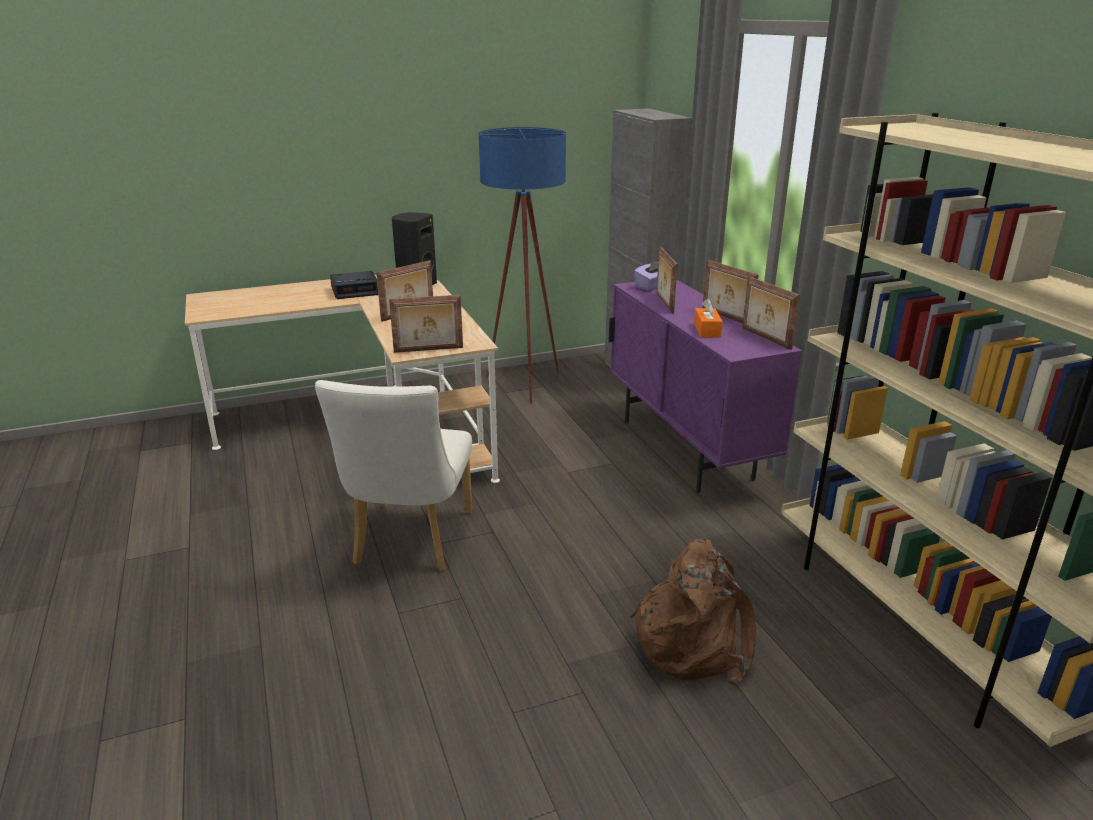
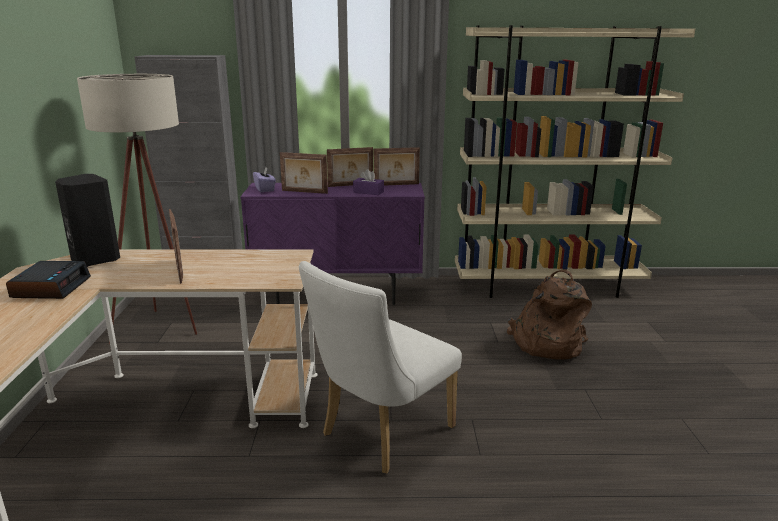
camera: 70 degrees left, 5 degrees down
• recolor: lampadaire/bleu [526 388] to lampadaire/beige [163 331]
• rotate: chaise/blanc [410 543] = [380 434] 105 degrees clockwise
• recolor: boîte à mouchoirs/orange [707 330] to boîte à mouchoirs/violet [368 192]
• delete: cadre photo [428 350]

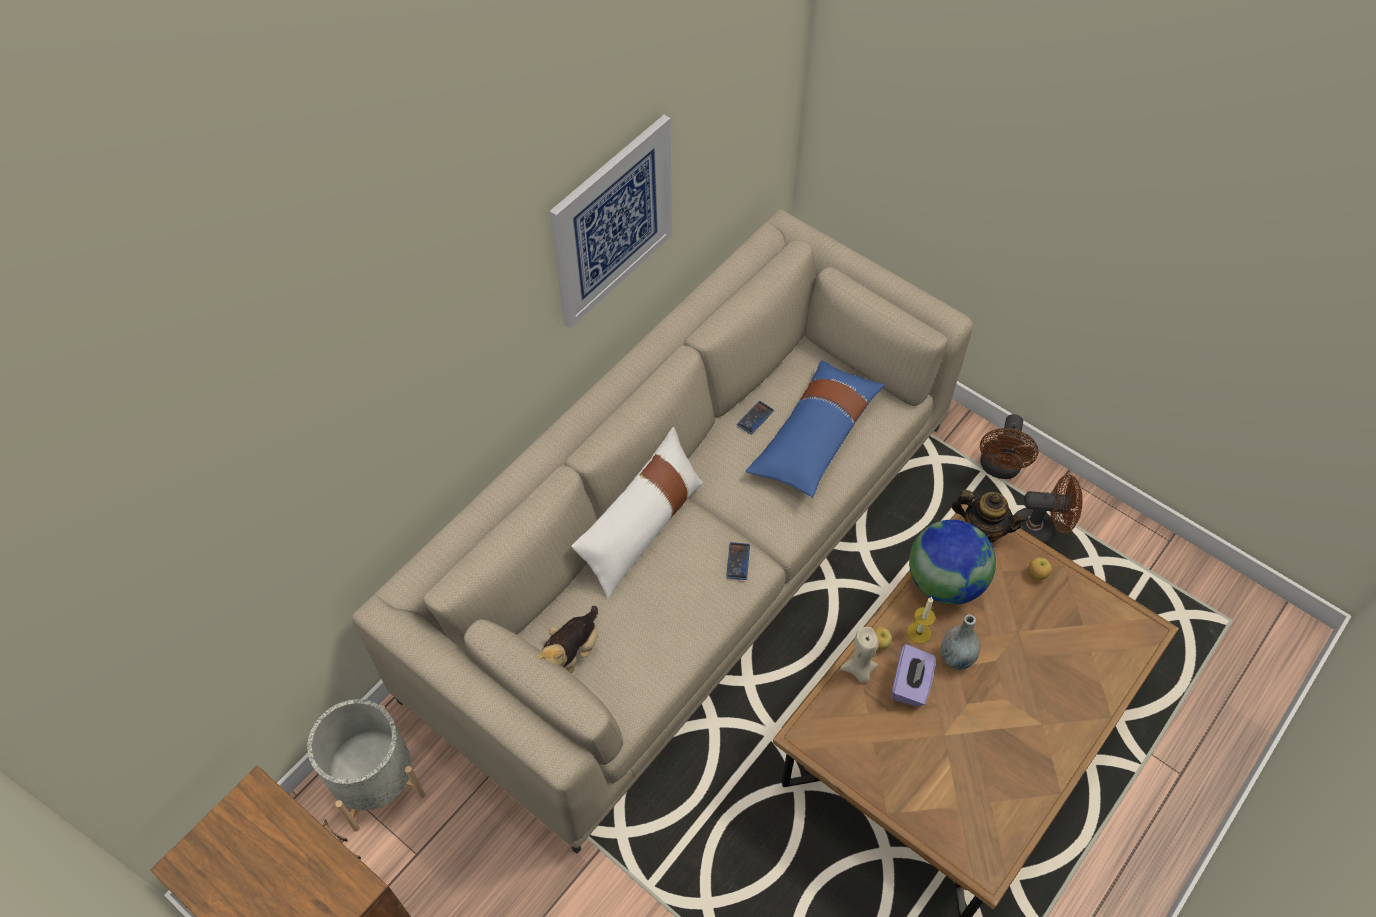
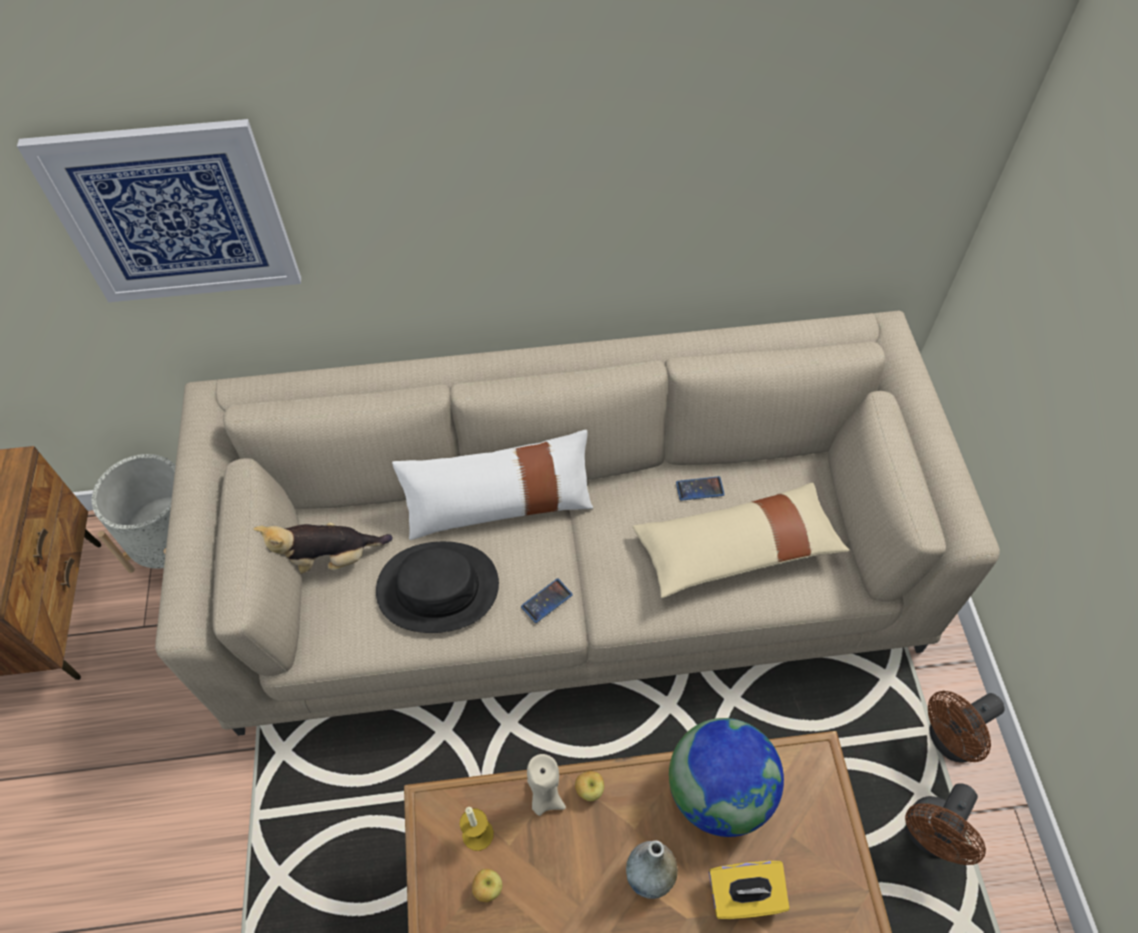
camera: 45 degrees right, 0 degrees up
• move: tableau [612 222] to [173 214]
• insert: chapeau/noir [438 587]
• move: bougie [919 632] to [477 834]
• move: pomme [1037 574] to [488 888]
• recolor: coussin/bleu [815 437] to coussin/beige [737 549]
• insert: boîte à mouchoirs/jaune [744 895]
• rotate: ventilateur/marron [1039 531] = [929 837] 75 degrees clockwise
• delete: boîte à mouchoirs/violet [910 684]
• delete: théière [982 530]

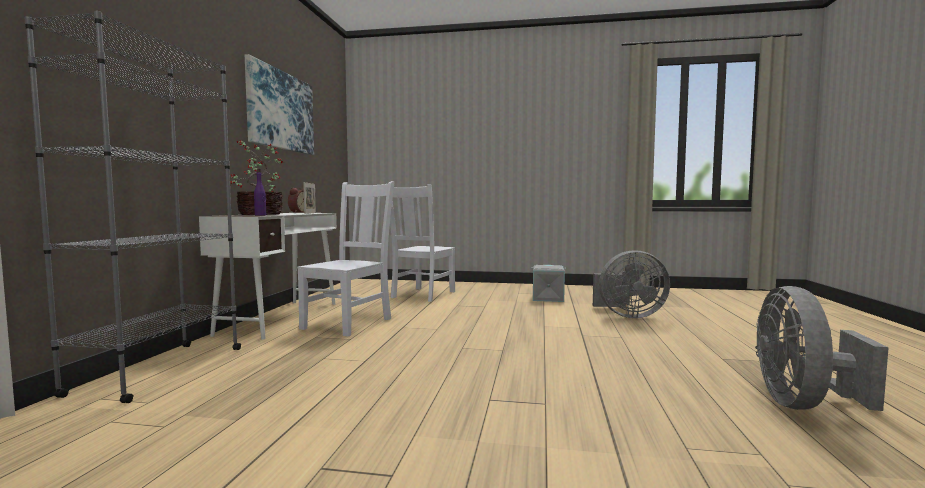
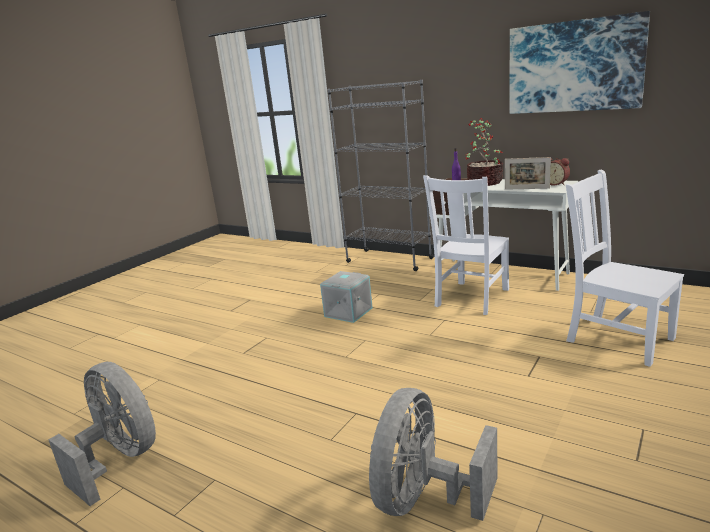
camera: 115 degrees right, 15 degrees up
• move: boîte de rangement/gris [547 298] to [348 312]
• rotate: chaise/blanc [349 323] = [471 299] 75 degrees clockwise

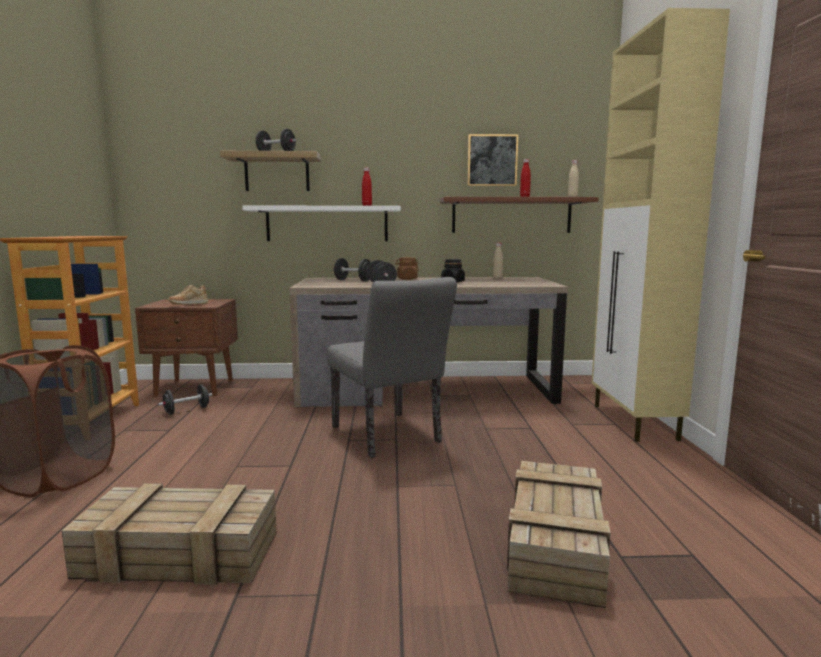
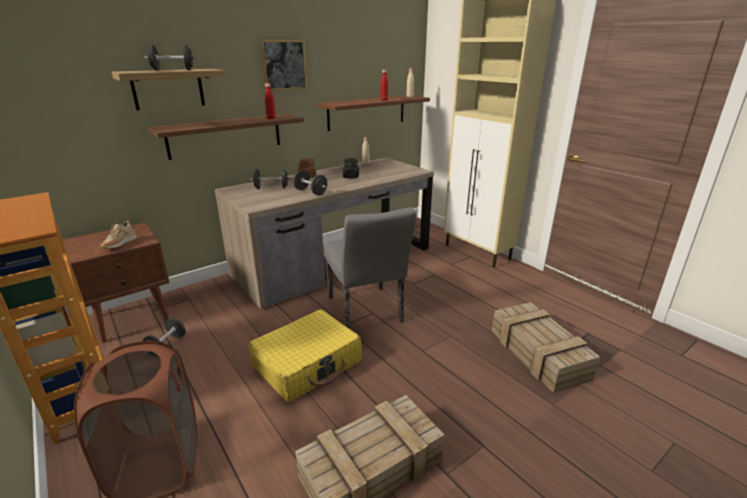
camera: 35 degrees left, 15 degrees up
• recolor: étagère/blanc [327 224] to étagère/marron [225 135]
• insert: valise/jaune [308 364]
• move: tableau [492 160] to [284 65]
• rotate: chaise/gris [389 437] = [366 313] 45 degrees clockwise

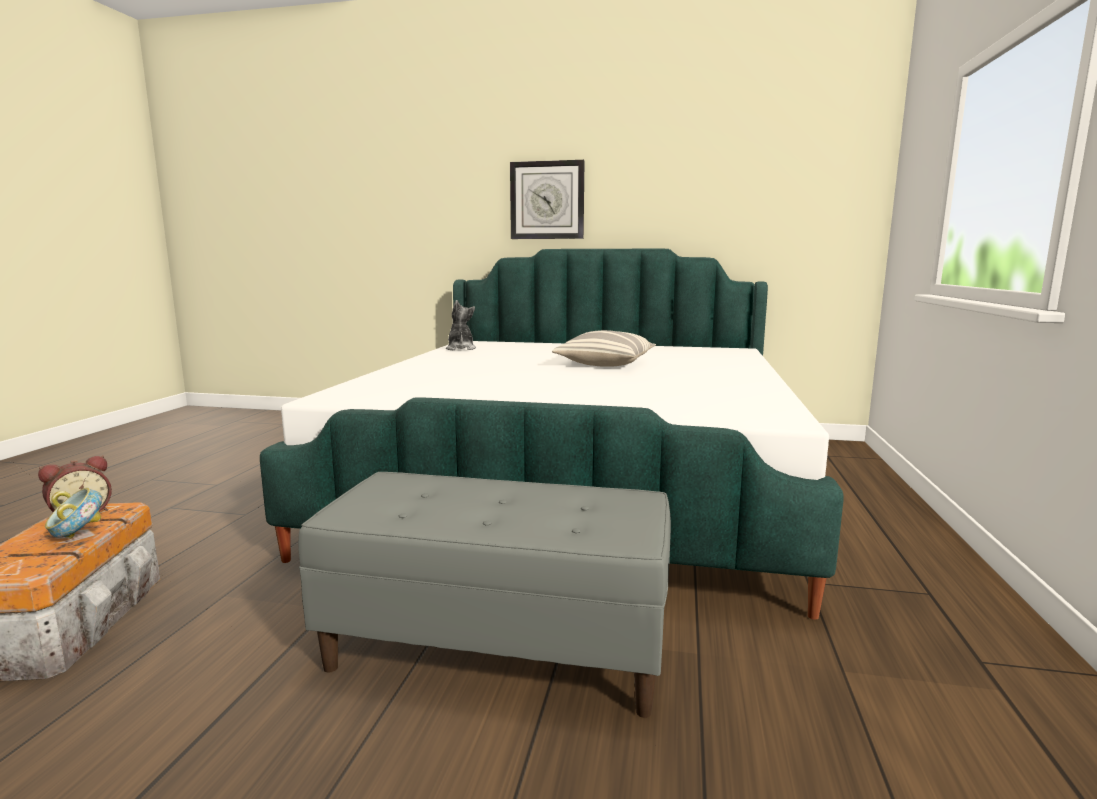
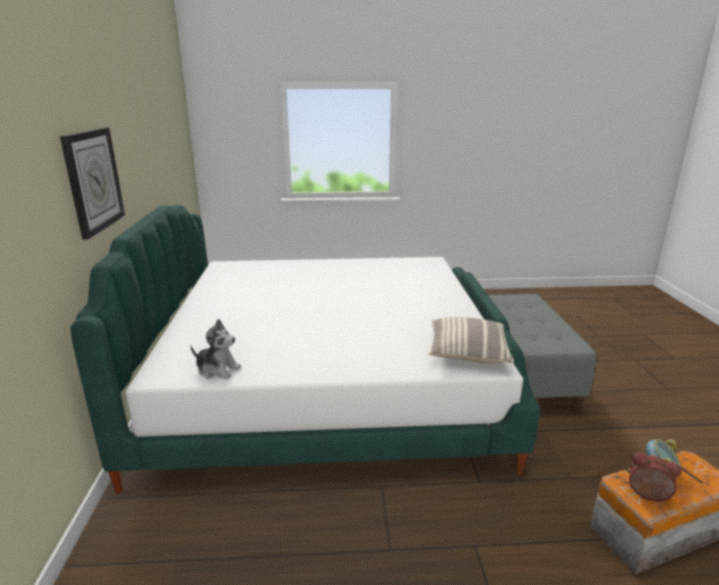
camera: 105 degrees left, 10 degrees up
• rotate: peluche [460 348] = [217 370] 135 degrees counterclockwise
• move: coussin [605 363] to [467 352]

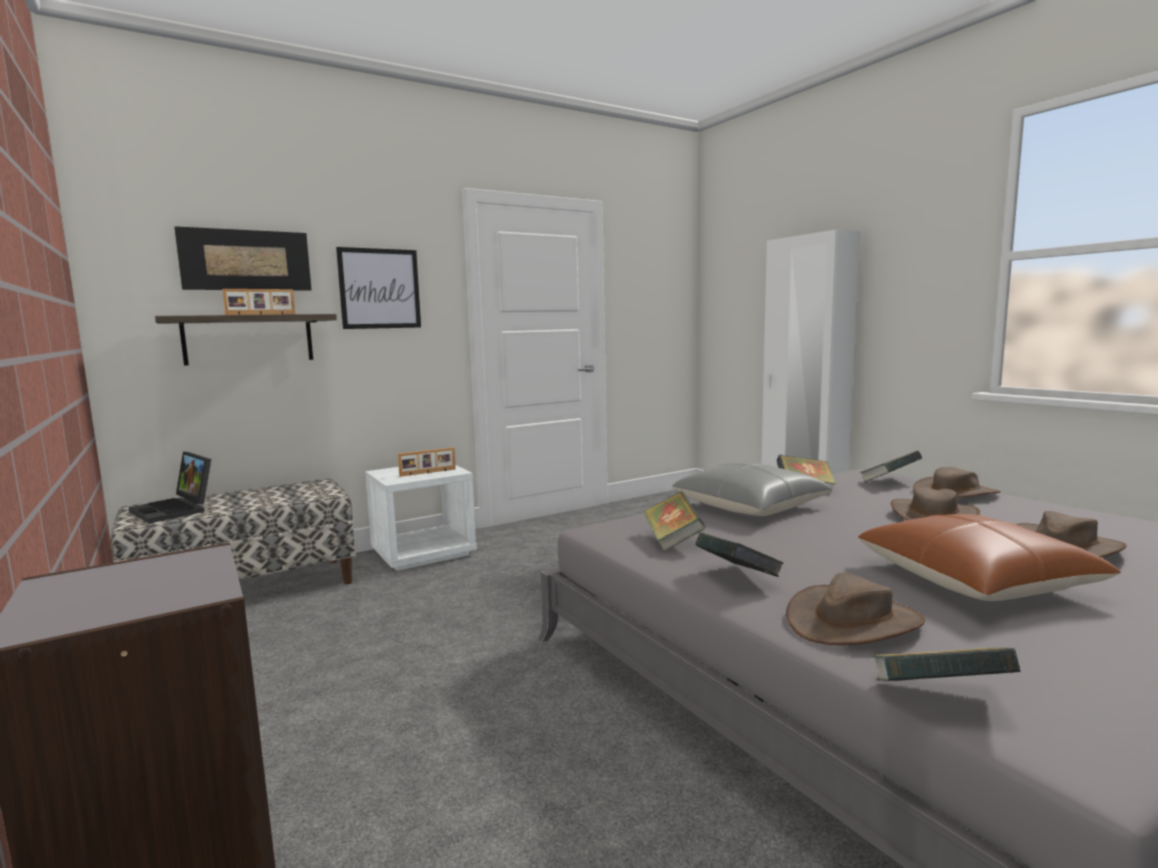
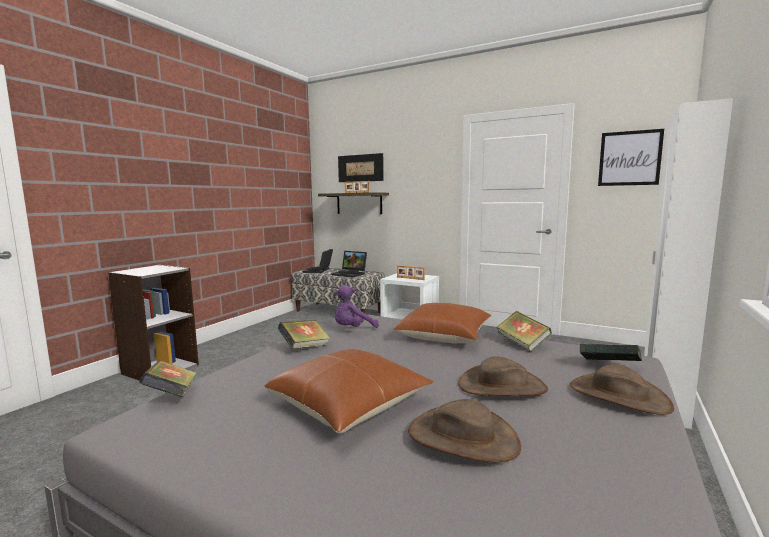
camera: 60 degrees right, 0 degrees up
• insert: ordinateur portable [350 274]
• replace: livre [672 540] to peluche/violet [353 329]
• recolor: coussin/gris [749 506] to coussin/marron [444 335]
• move: tableau [379 288] to [629 158]
• delete: chapeau/marron [853 621]

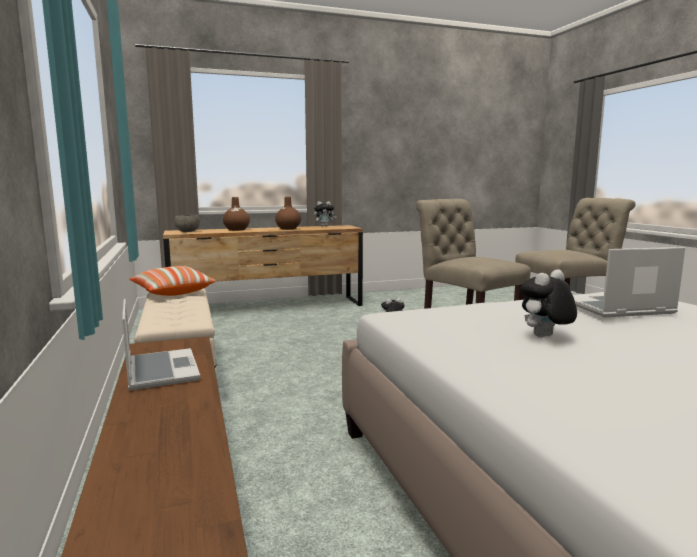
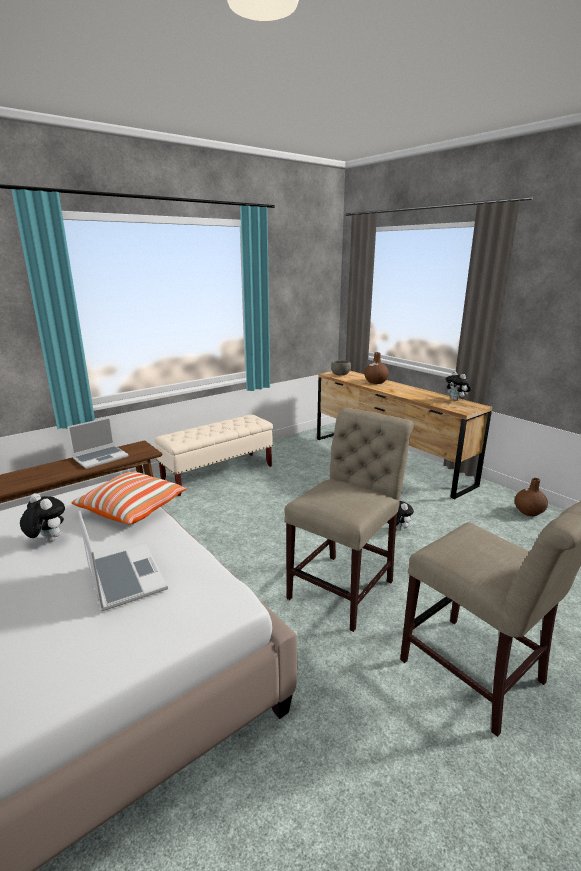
camera: 70 degrees right, 10 degrees up
• move: coussin [172 292] to [133 508]
• move: vase/marron [288 228] to [529 512]

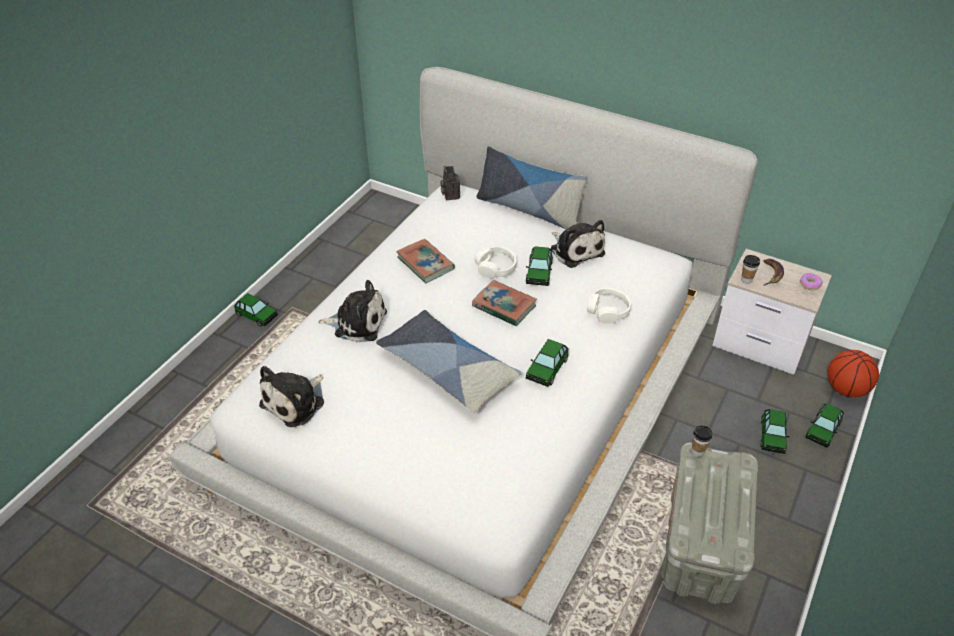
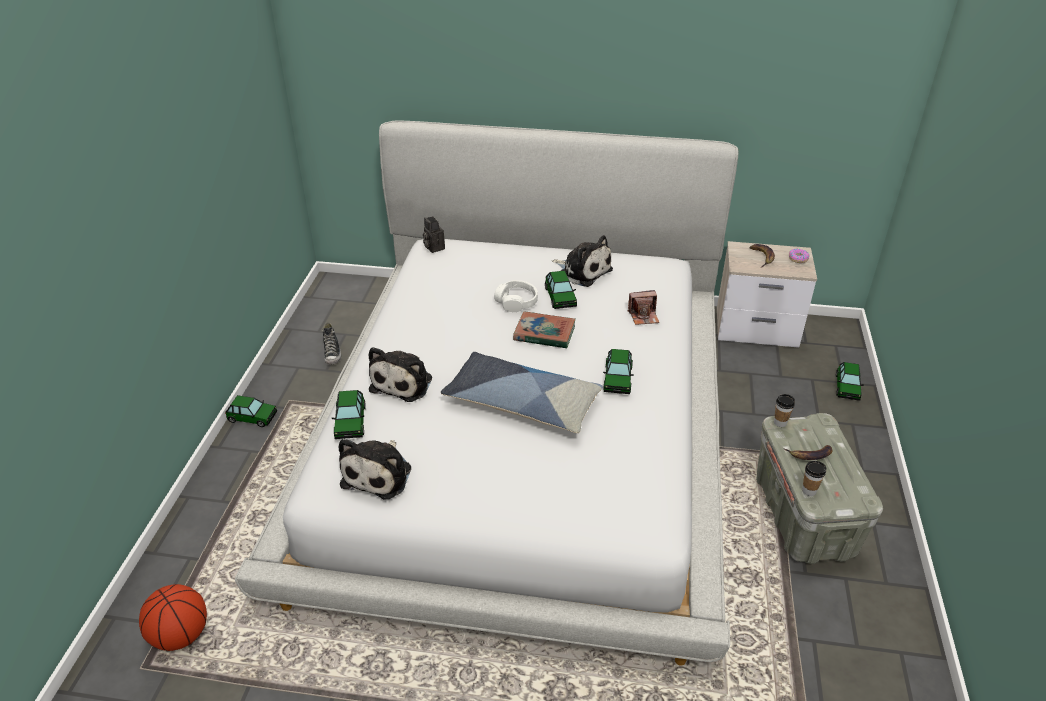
camera: 20 degrees left, 5 degrees down
• move: ballon de basket [845 389] to [180 635]
• insert: chaussure [332 353]
• move: petite voiture [772 436] to [350 422]
• rotate: peluche [357 323] = [403 382] 120 degrees clockwise
• replace: casque audio/blanc [608 311] to appareil photo [643 316]
• insert: banane [810 455]
• move: tasse [746 280] to [809 490]
• delete: livre [425 263]
• delete: coussin [529 210]

